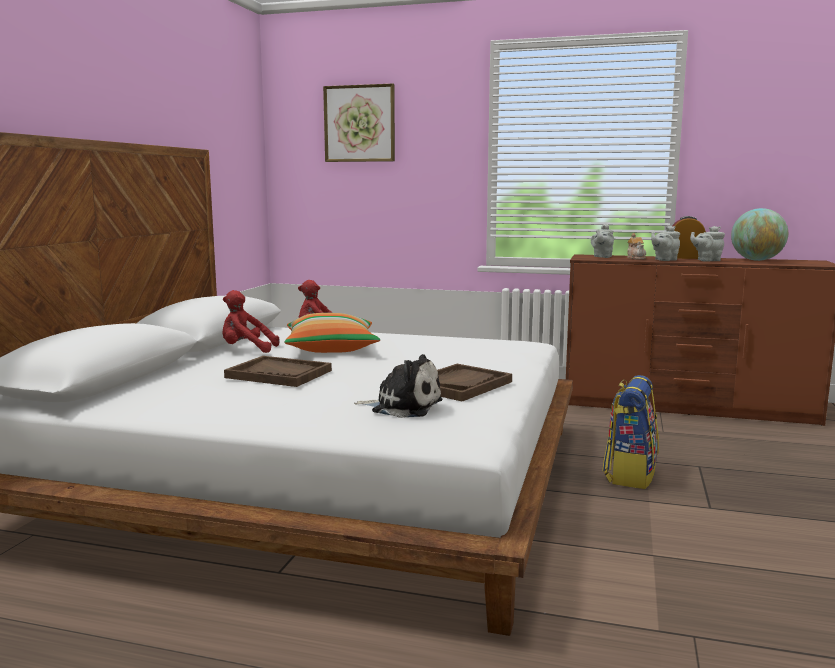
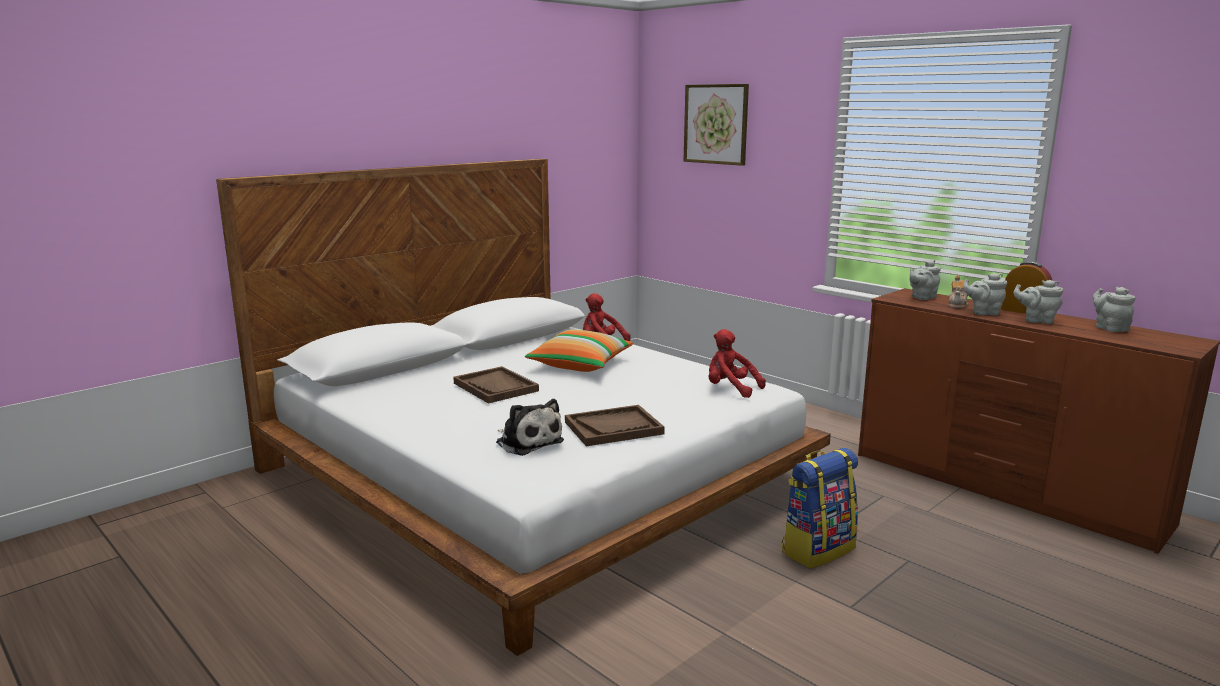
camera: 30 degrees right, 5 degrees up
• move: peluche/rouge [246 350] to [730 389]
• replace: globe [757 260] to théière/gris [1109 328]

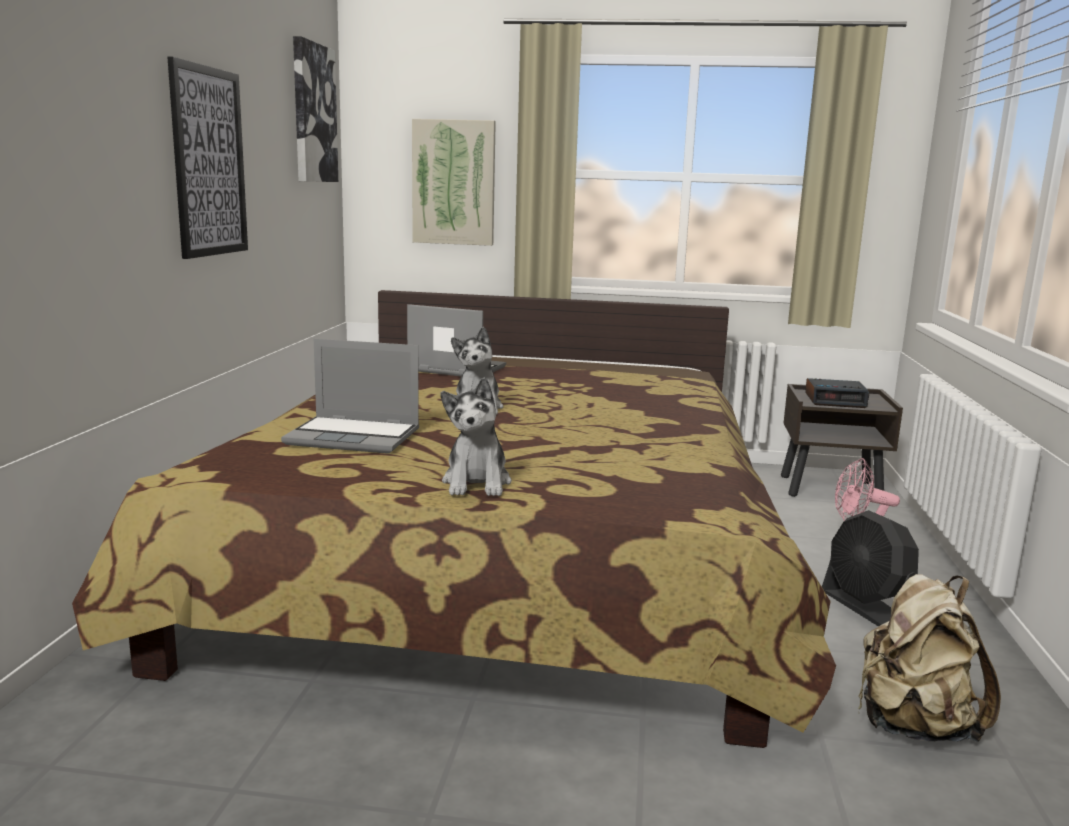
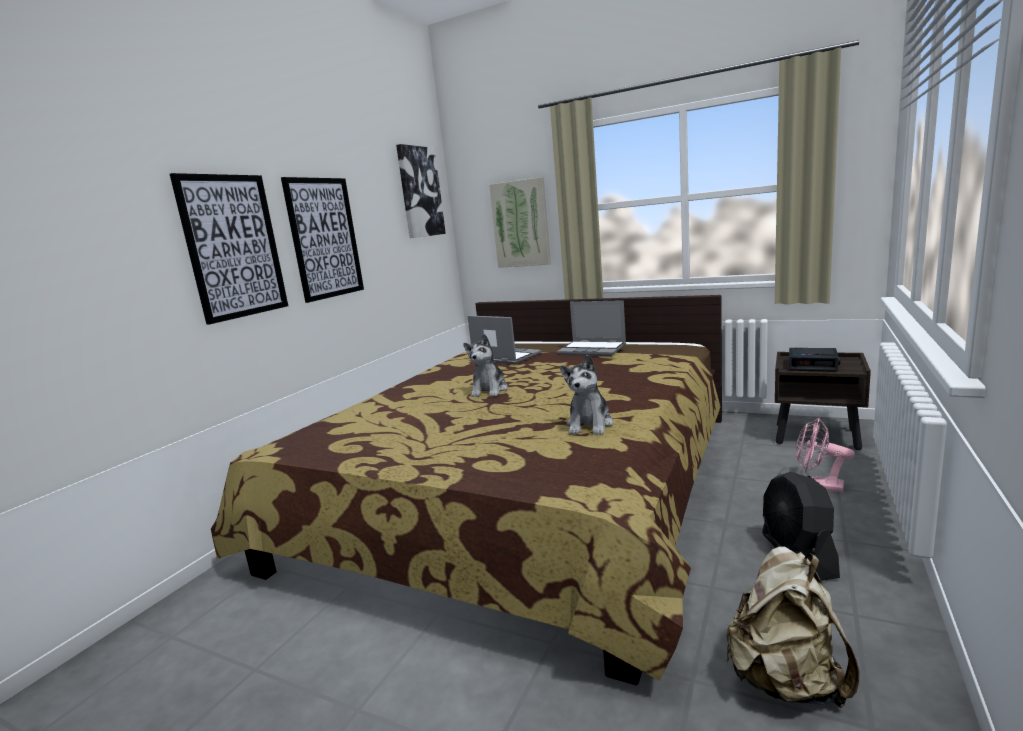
camera: 20 degrees right, 0 degrees up
• insert: tableau [233 247]
• move: ordinateur portable [355 437] to [593 350]
• move: peluche [477 483] to [590 425]

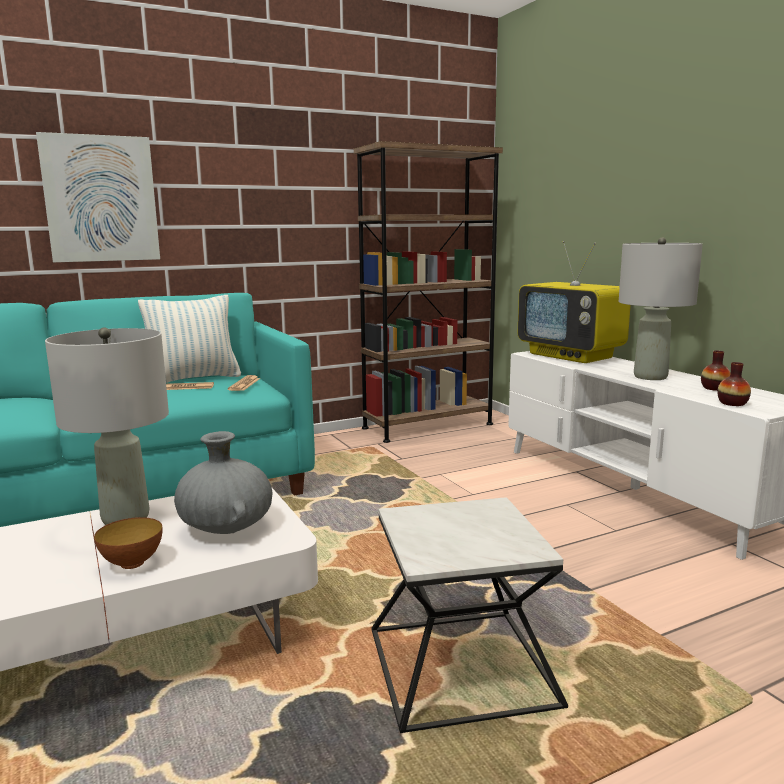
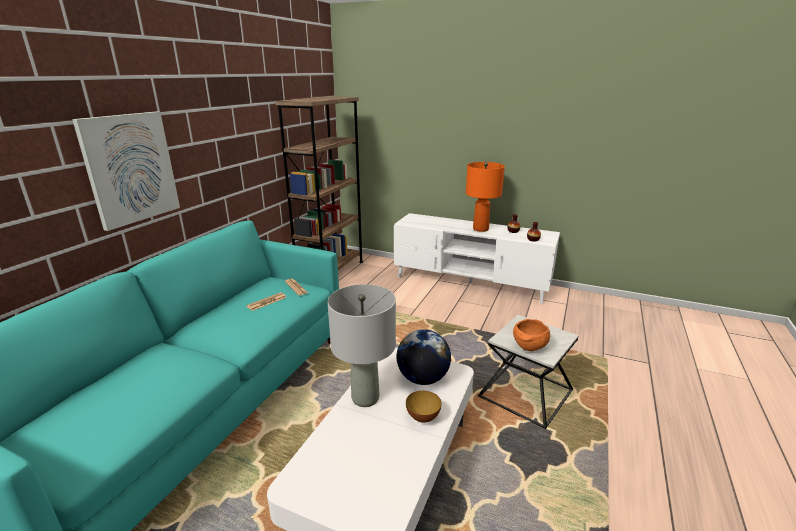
camera: 40 degrees left, 10 degrees up
• replace: vase/gris [226 527] to globe [422 378]
• recolor: lampe de table/gris [651 377] to lampe de table/orange [481 229]
• insert: bol/orange [529 348]
• delete: coussin [194 379]
• delete: téléviseur [571 356]

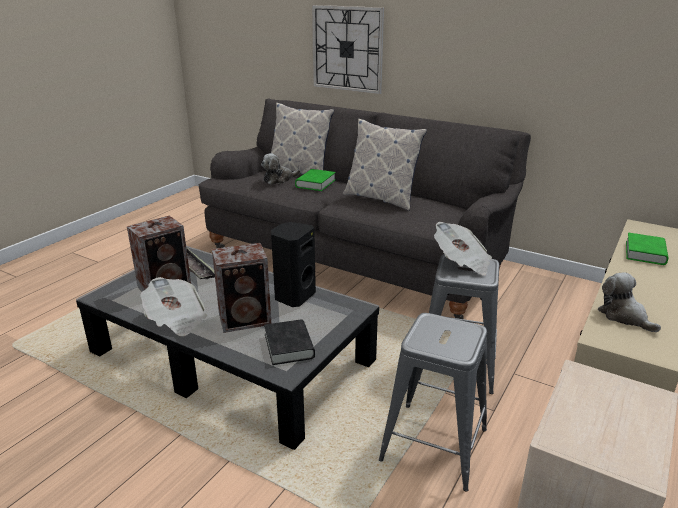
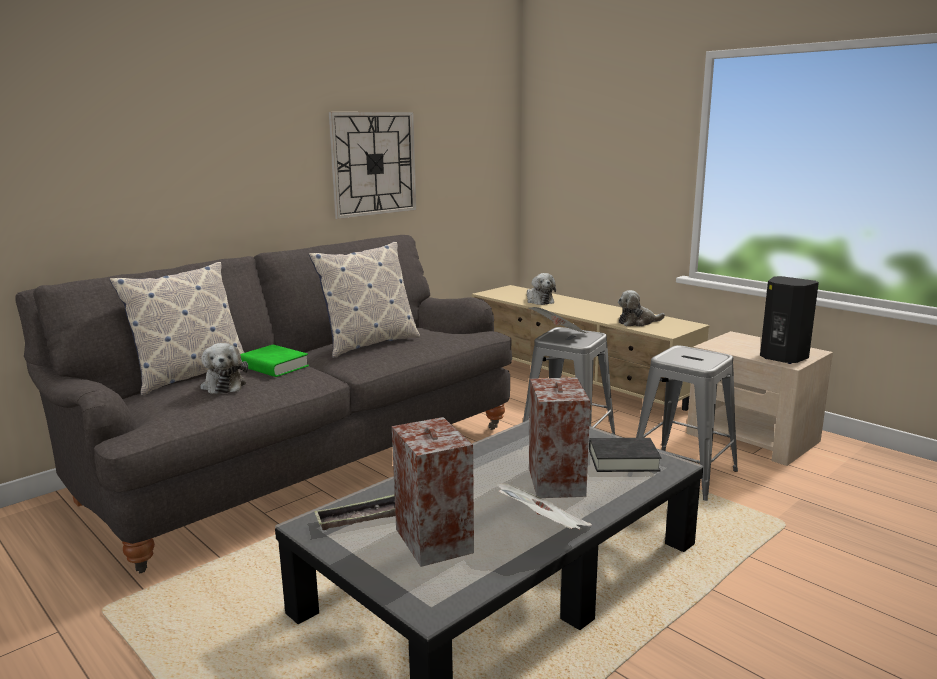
camera: 75 degrees left, 10 degrees down
• move: horloge murale [347 49] to [373 163]
• replace: livre/vert [645 253] to peluche [539 301]
• move: enceinte/noir [293 296] to [782 358]

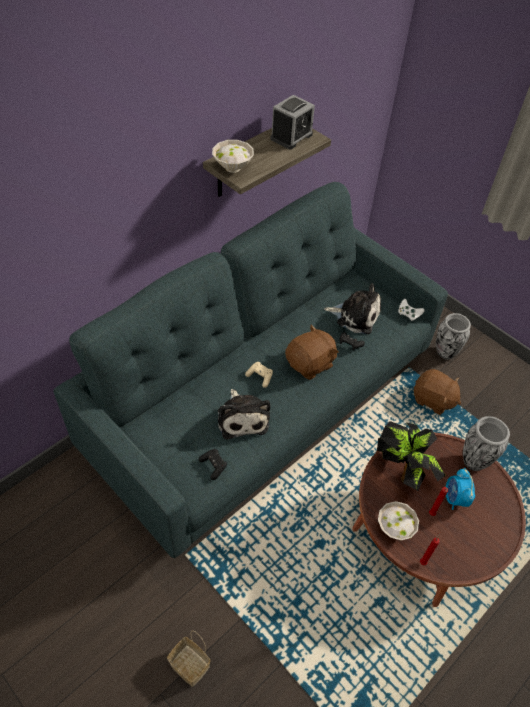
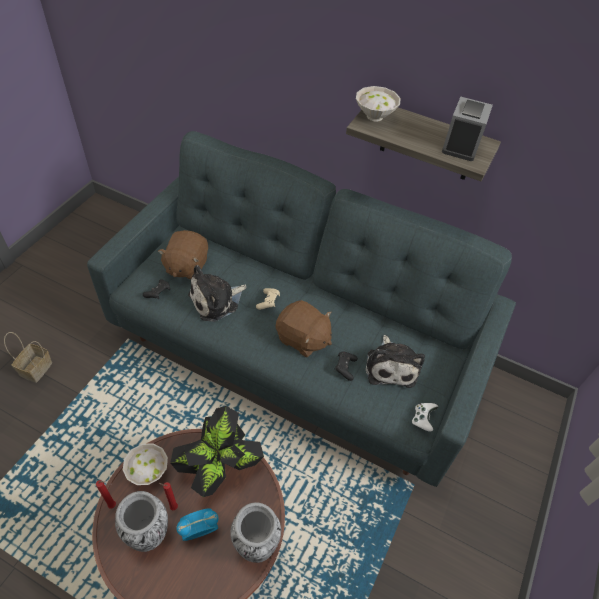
camera: 70 degrees right, 0 degrees up
• move: vase [445 353] to [149 535]
• move: peluche/marron [433 400] to [186 266]
• rotate: réveil [291 136] = [461 145] 90 degrees clockwise

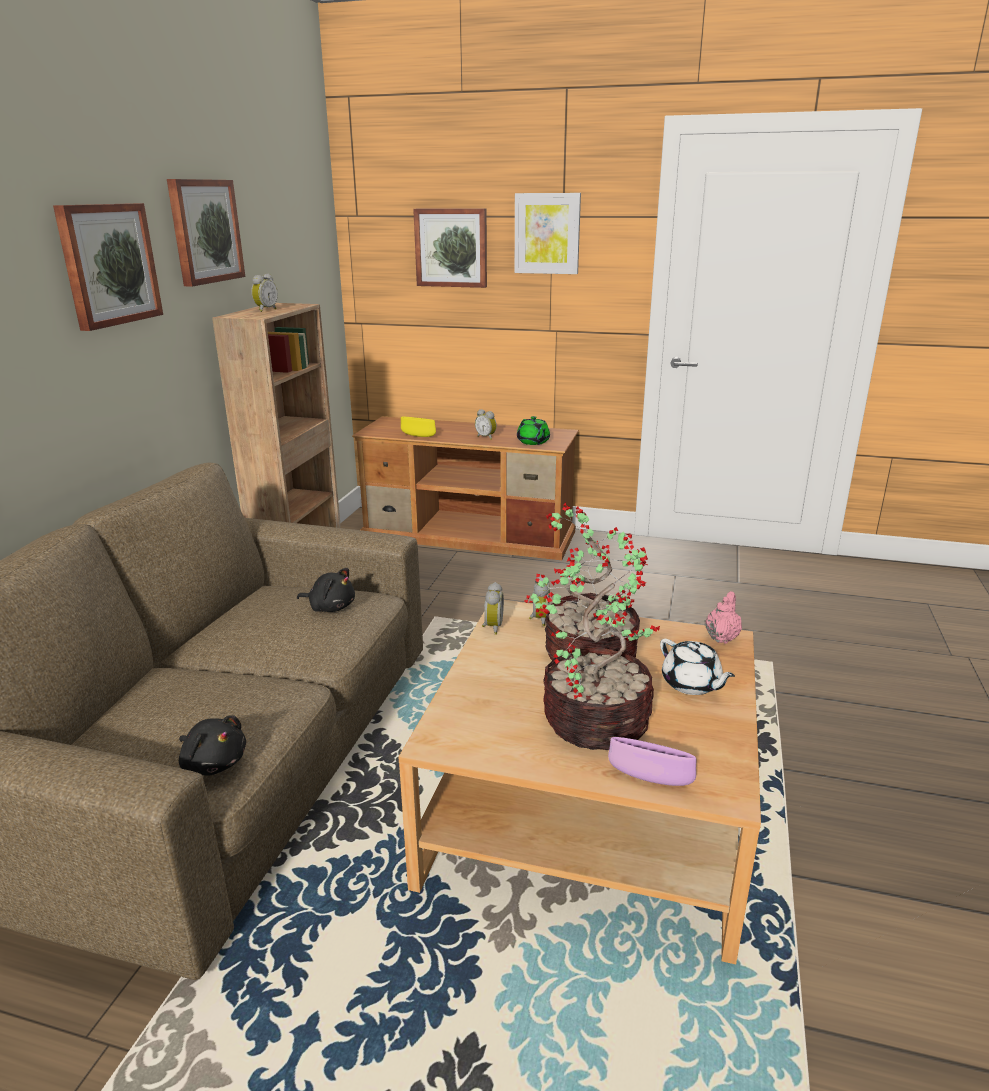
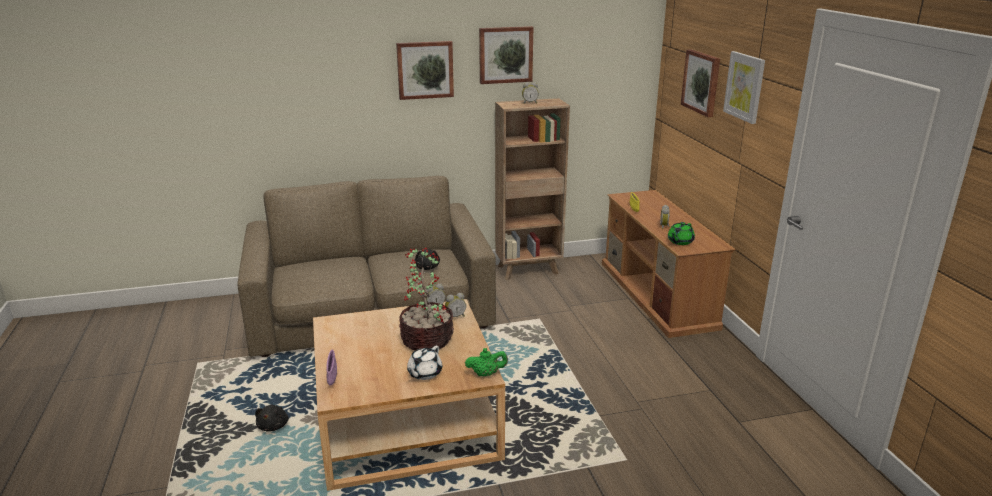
camera: 60 degrees right, 0 degrees up
• move: peluche/noir [213 763] to [274 426]
• recolor: théière/rose [722 637] to théière/vert [486 374]
• delete: plante en pot [598 720]

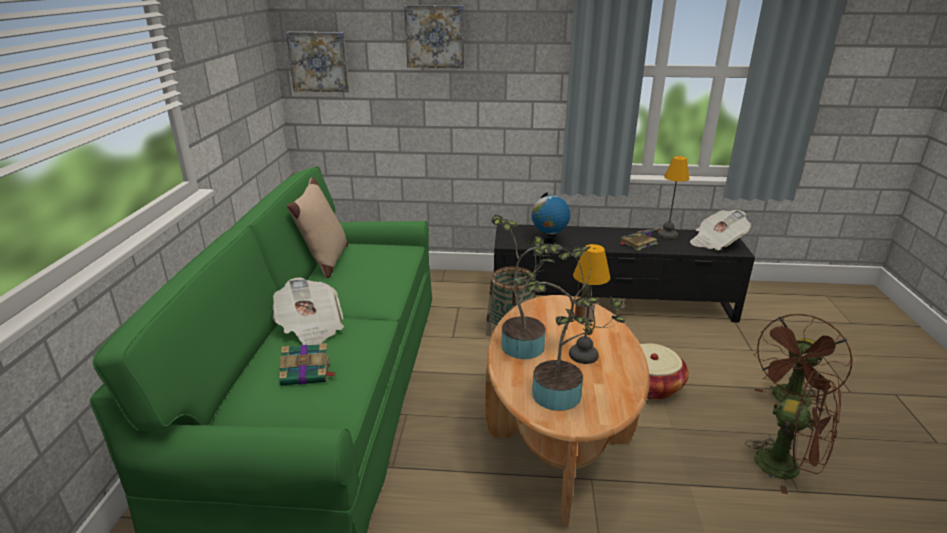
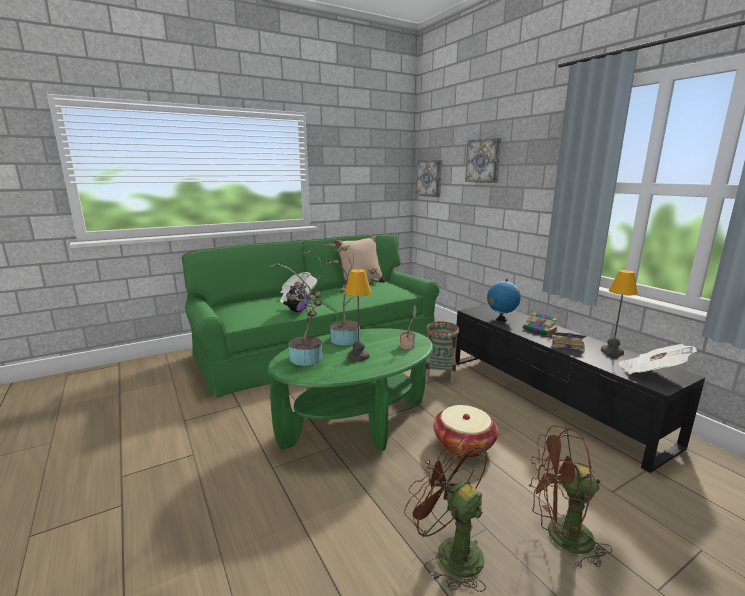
camera: 55 degrees right, 10 degrees down
• recolor: table basse/marron [558 439] to table basse/vert [356 424]
• insert: peluche [297 311]
• rotate: ventilateur/marron [788 467] = [450 551] 135 degrees clockwise
• move: livre [307 373] to [540 330]

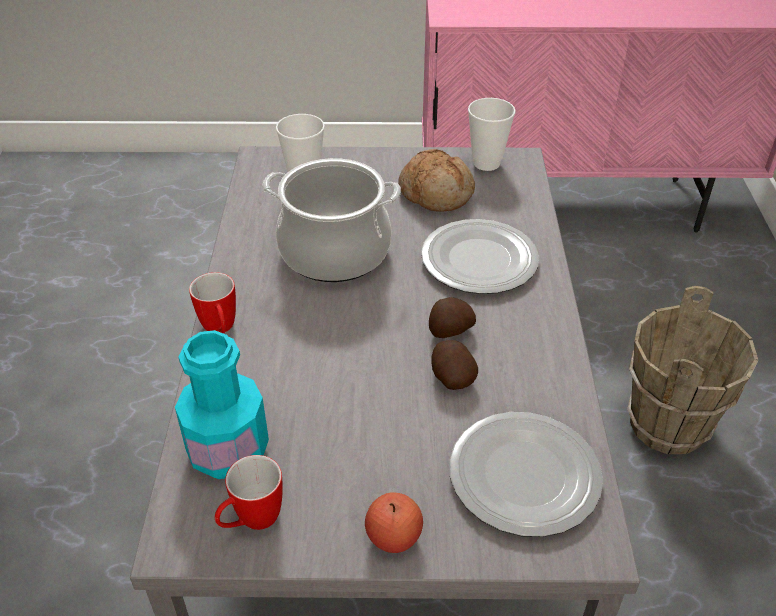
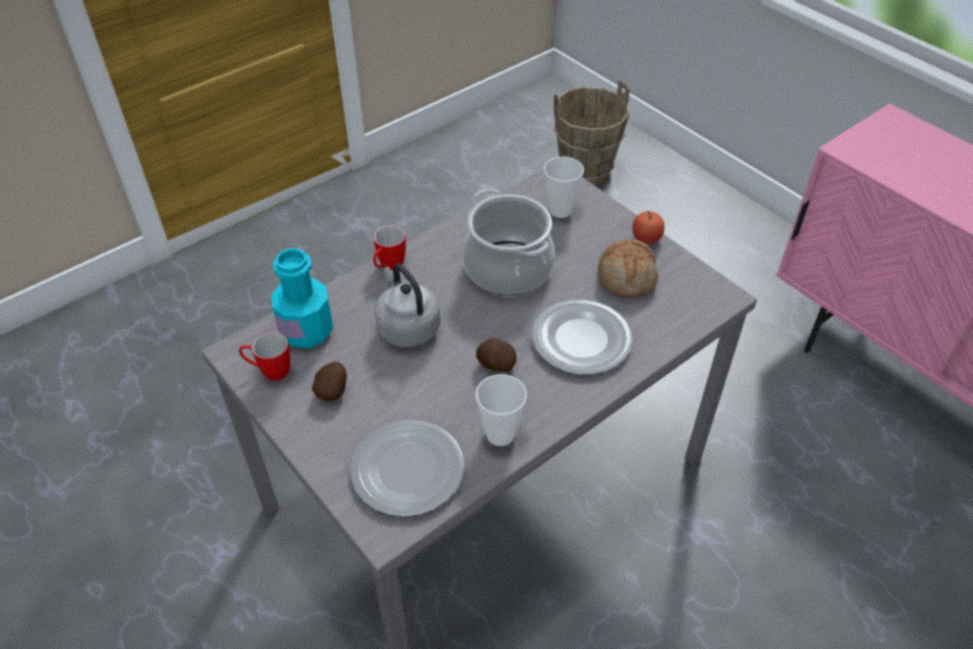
camera: 50 degrees right, 5 degrees up
• move: pomme de terre [451 377] to [333 390]
• insert: bouilloire/gris [407 327]
• move: tasse [486 163] to [500 434]
• move: seau/marron [668 425] to [585 172]
• move: pomme [393 537] to [646 238]

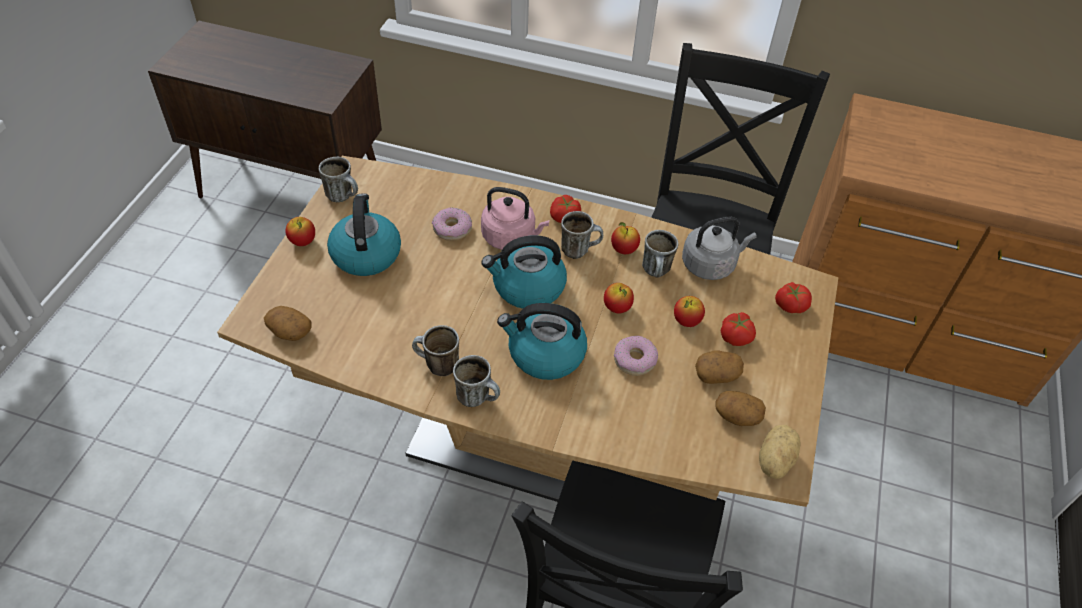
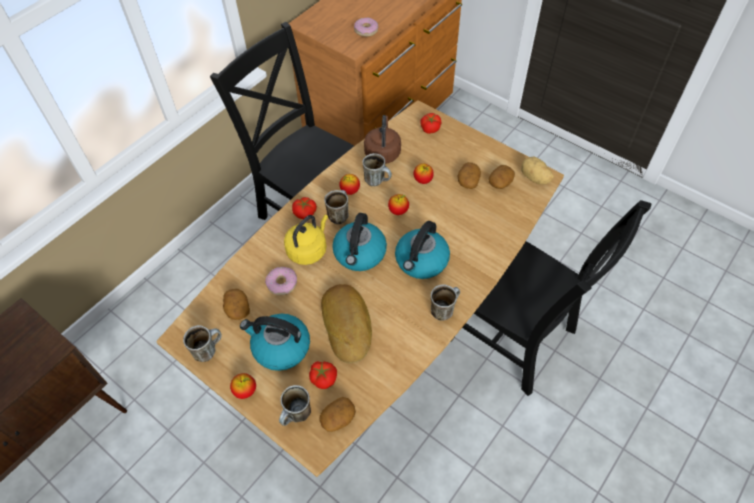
camera: 65 degrees left, 5 degrees up
• insert: pomme de terre [237 309]
• move: mug [436 366] to [297 416]
• recolor: bouilloire/rose [511 237] to bouilloire/jaune [308 250]
• move: tomate [736 336] to [323 378]
• insert: pain [348 325]
• move: beignet [634 360] to [366 30]
• recolor: bouilloire/gris [710 264] to bouilloire/marron [382 152]

